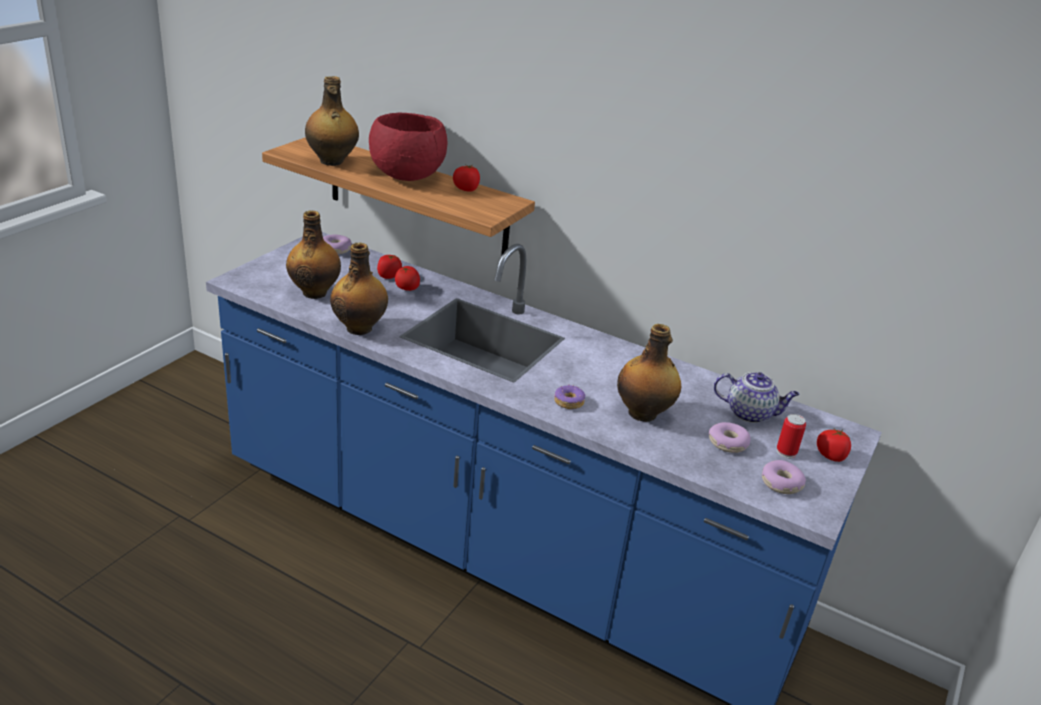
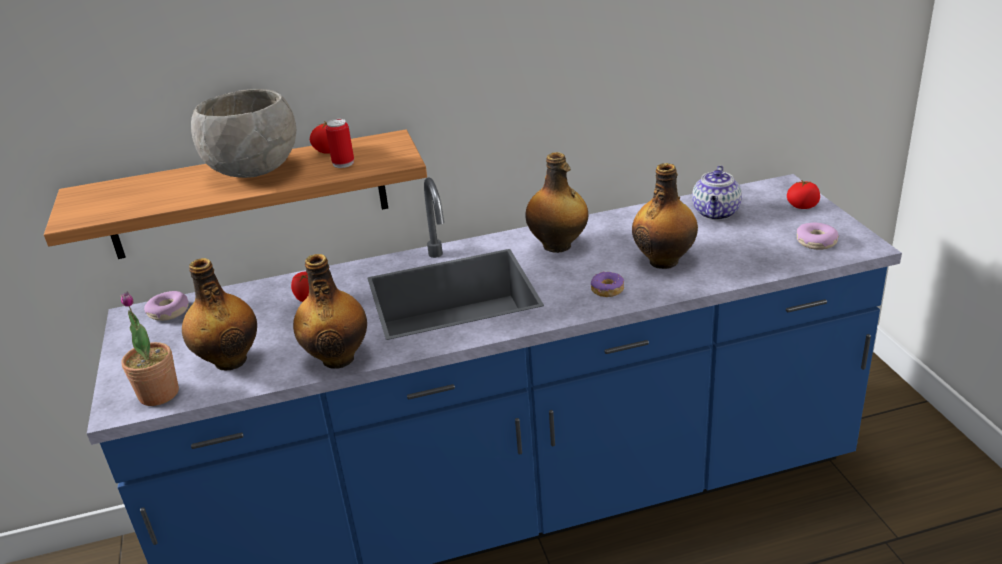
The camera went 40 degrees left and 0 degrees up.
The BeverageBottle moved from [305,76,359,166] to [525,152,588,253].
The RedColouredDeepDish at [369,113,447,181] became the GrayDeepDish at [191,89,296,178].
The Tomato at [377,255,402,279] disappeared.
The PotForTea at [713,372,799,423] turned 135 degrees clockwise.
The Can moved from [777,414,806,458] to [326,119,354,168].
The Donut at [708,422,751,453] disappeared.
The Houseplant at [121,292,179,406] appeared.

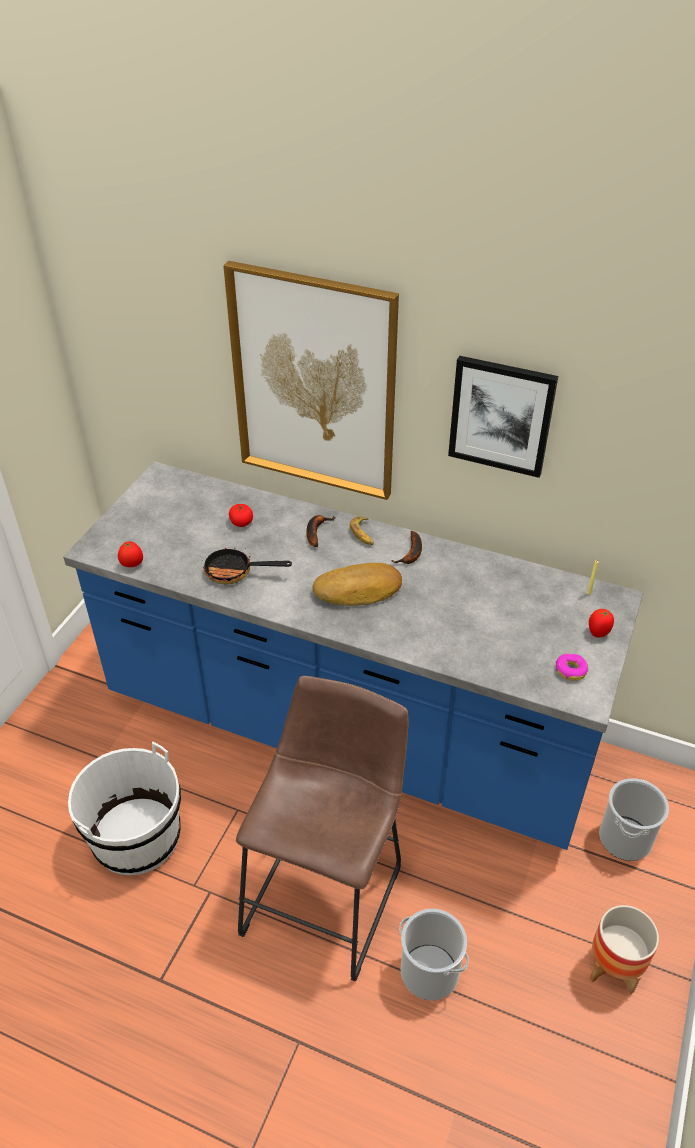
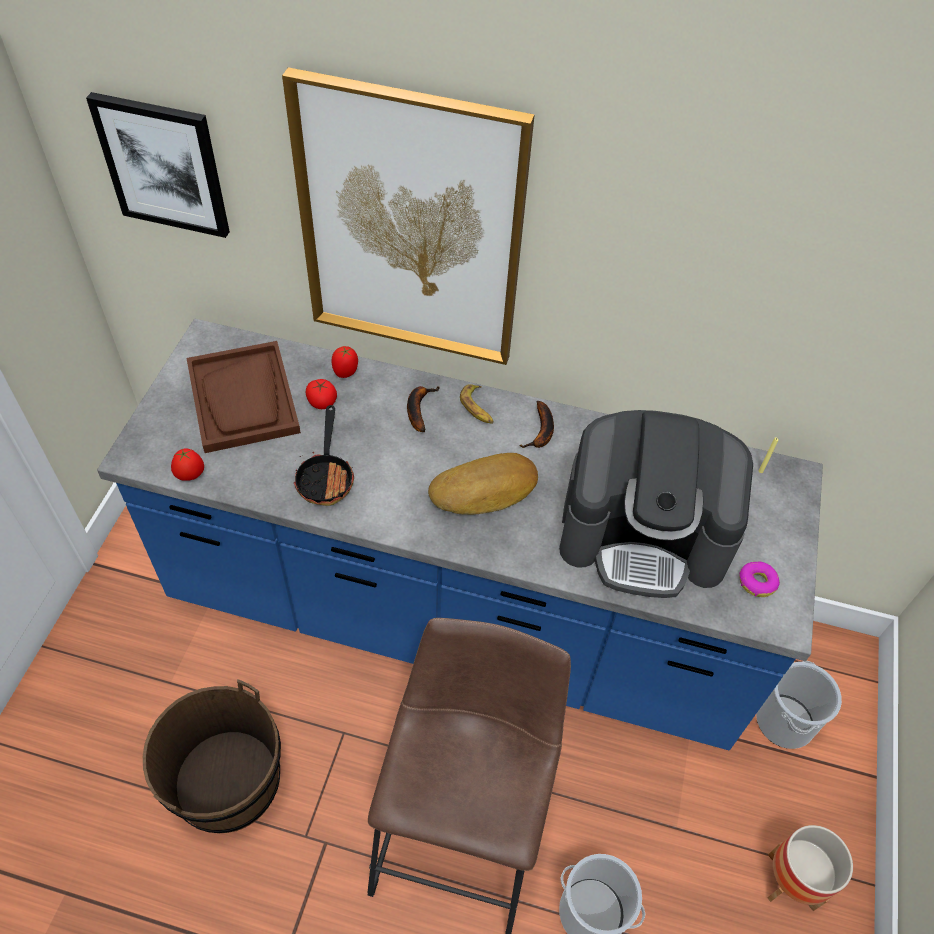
The camera went 10 degrees left and 10 degrees up.
The WallPicture moved from [448,356,558,478] to [86,92,230,238].
The FryingPan at [202,547,292,584] turned 90 degrees counterclockwise.
The Tomato moved from [589,609,614,637] to [331,346,358,378].
The WhiteWaterBucket at [68,741,181,875] became the BrownishWaterBucket at [143,679,281,833].
The BrownishTray at [187,341,301,453] appeared.
The CoffeeBrewer at [559,410,753,598] appeared.

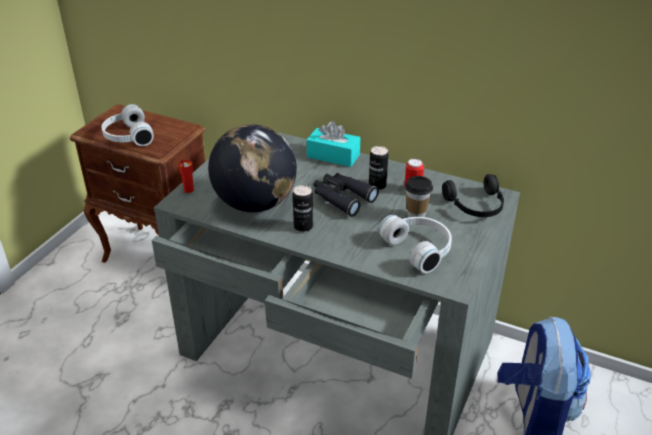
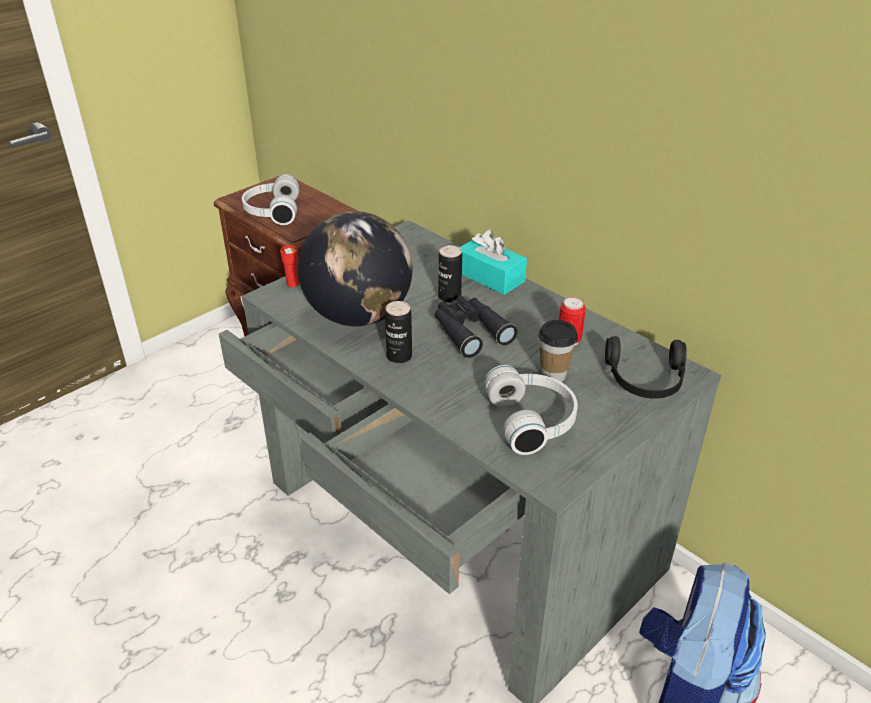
The camera went 20 degrees right and 0 degrees up.
The Can moved from [369,146,388,190] to [438,245,462,303].

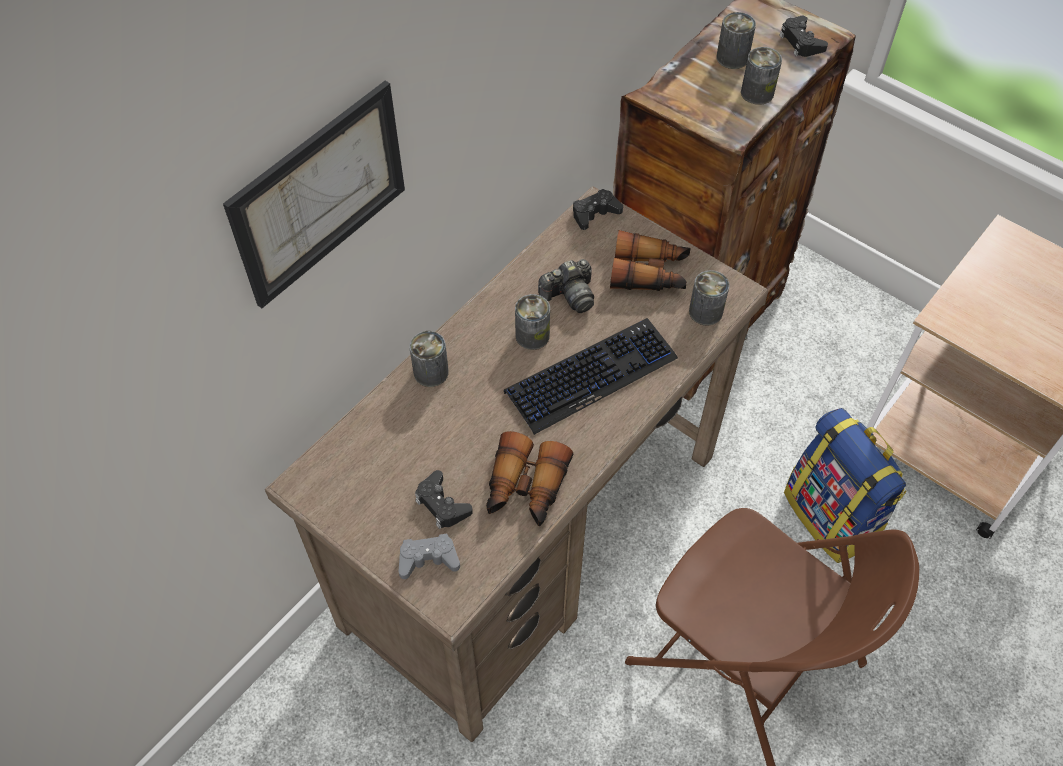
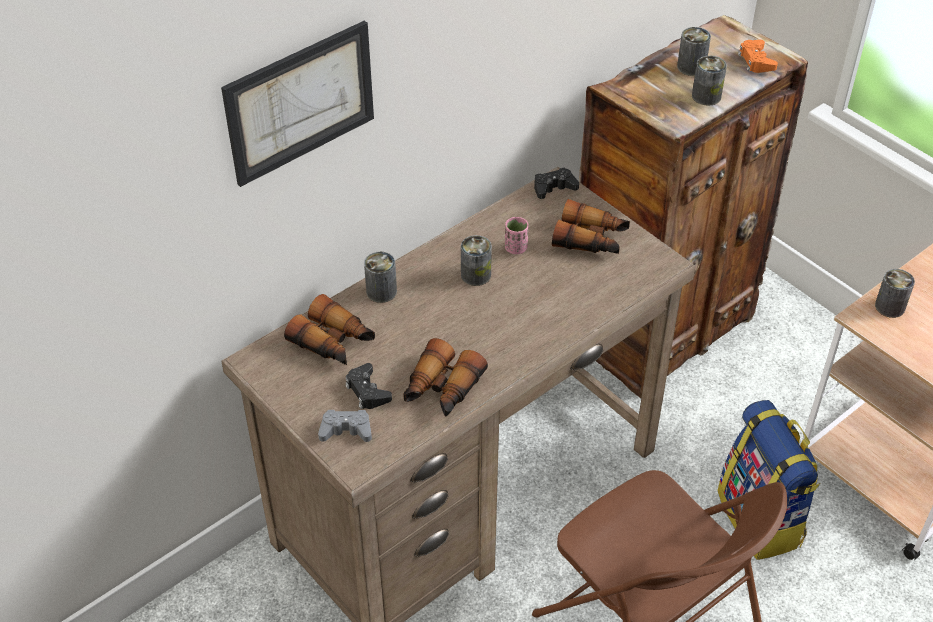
The camera went 10 degrees right and 10 degrees down.
The BlackGameController at [779,16,828,57] became the OrangeGameController at [738,40,778,73].
The StillCamera at [538,259,594,313] was replaced by the PinkColouredSmallCup at [505,217,528,254].
The Can moved from [689,270,729,326] to [875,269,915,318].
The Keyboard at [504,318,678,435] disappeared.
The PairOfBinoculars at [284,294,375,365] appeared.

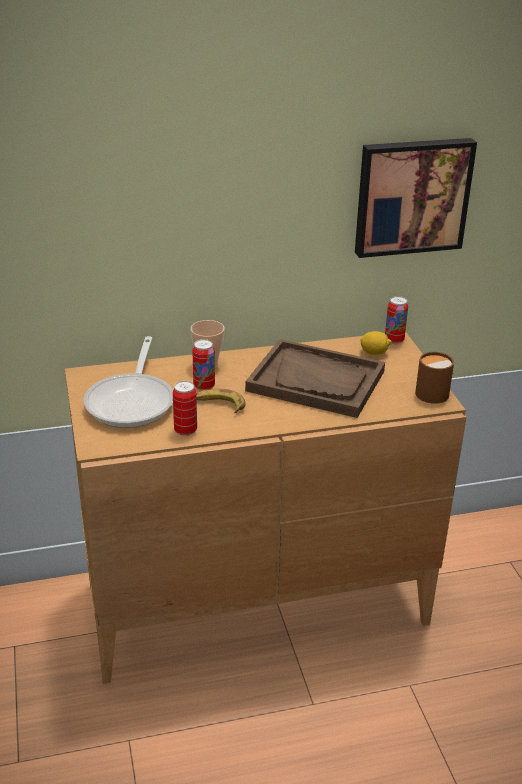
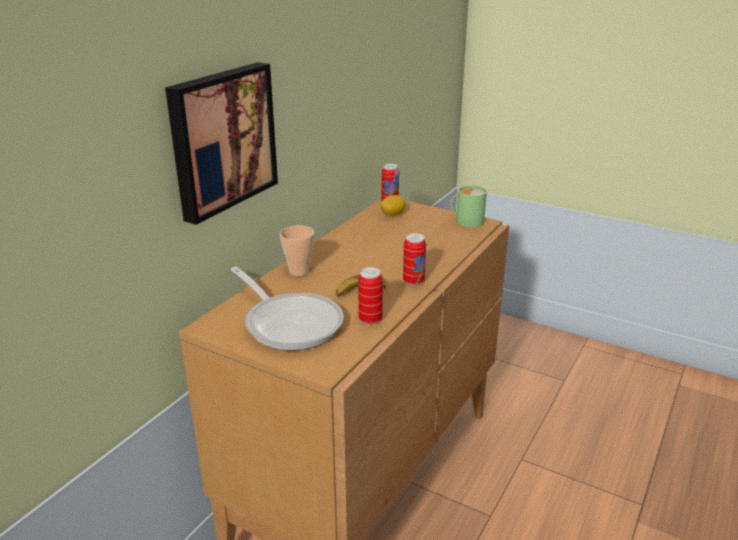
The camera went 45 degrees left and 5 degrees down.
The WallPicture moved from [355,138,477,258] to [165,62,278,225].
The Can moved from [192,339,215,391] to [403,233,426,286].
The BrownishTray at [245,339,385,418] disappeared.
The BrownishMug at [415,352,454,404] became the GreenishMug at [451,185,487,227].

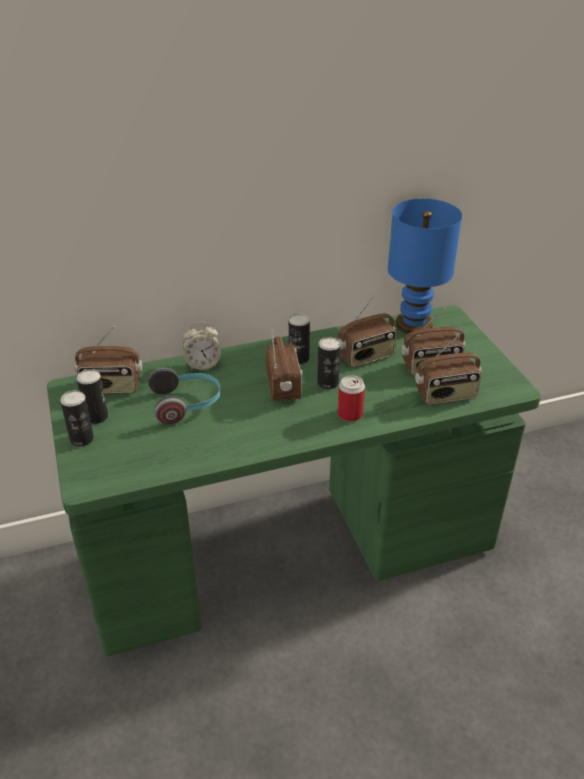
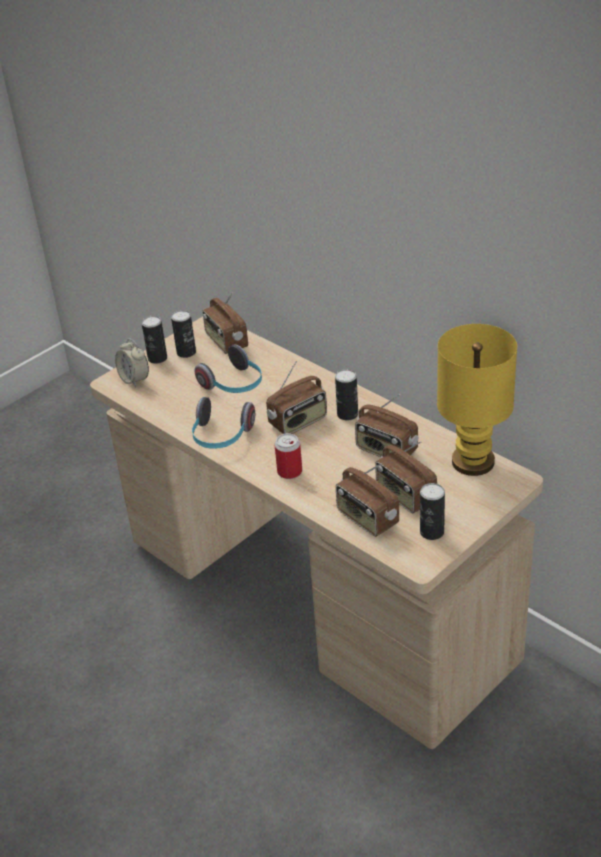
The camera went 65 degrees right and 0 degrees up.
The BlueTableLamp at [388,199,462,334] became the YellowTableLamp at [437,324,517,476].
The GreenishDeskUnit at [47,305,541,656] became the BeigeDeskUnit at [90,317,543,749].
The TableClock moved from [183,322,221,370] to [115,338,149,388].
The Can moved from [317,337,341,389] to [420,483,445,540].
The Headset at [192,397,255,449] appeared.

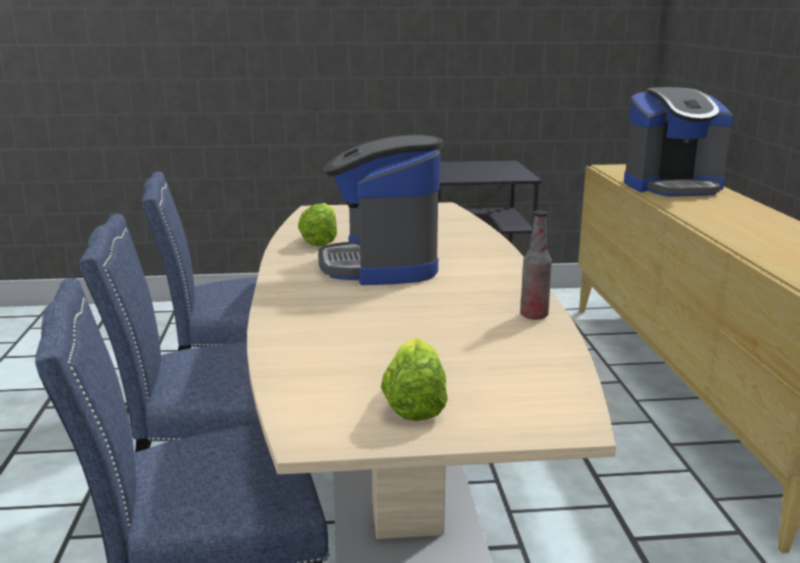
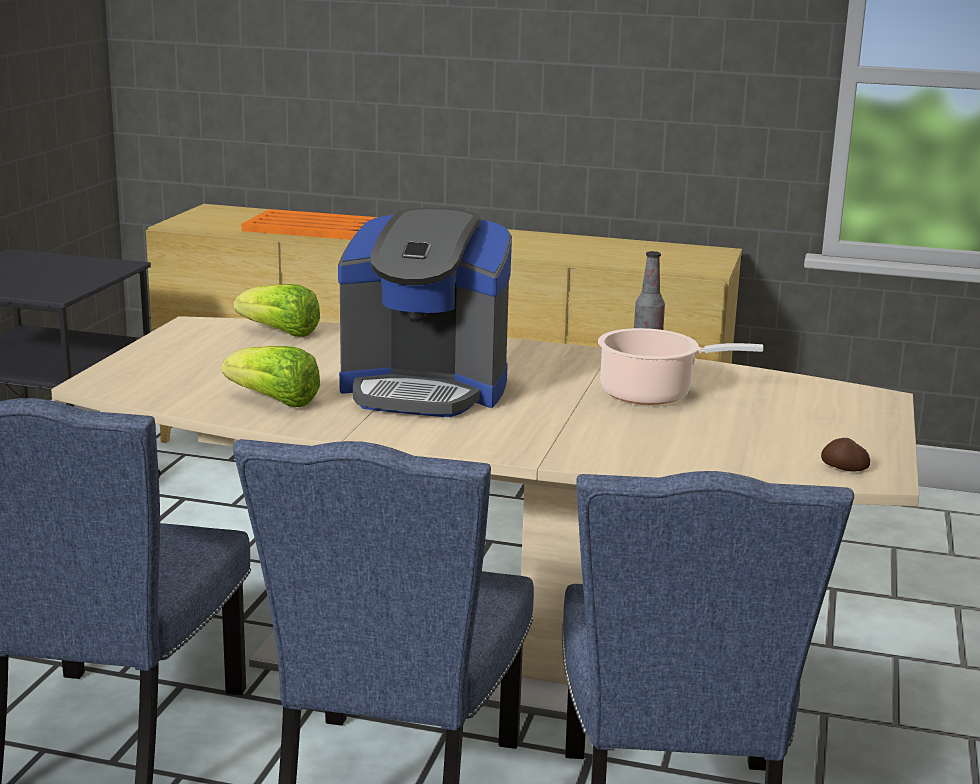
The camera went 70 degrees left and 0 degrees up.
The CoffeeBrewer at [624,87,733,197] was replaced by the OrangeTray at [242,209,378,240].
The HeadOfLettuce moved from [381,338,448,421] to [234,284,320,337].
The Saucepot at [598,328,763,405] appeared.
The Potato at [821,438,870,471] appeared.

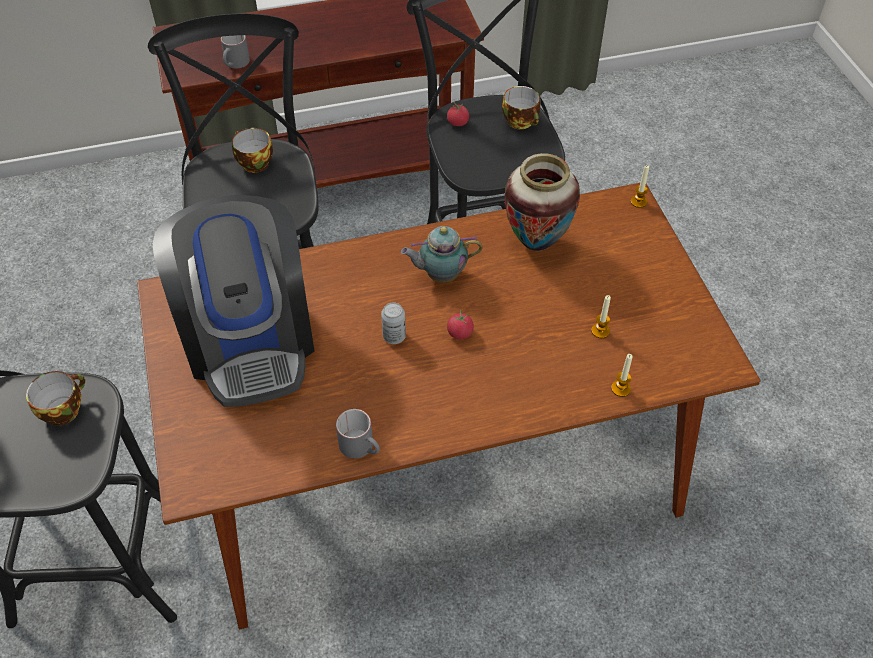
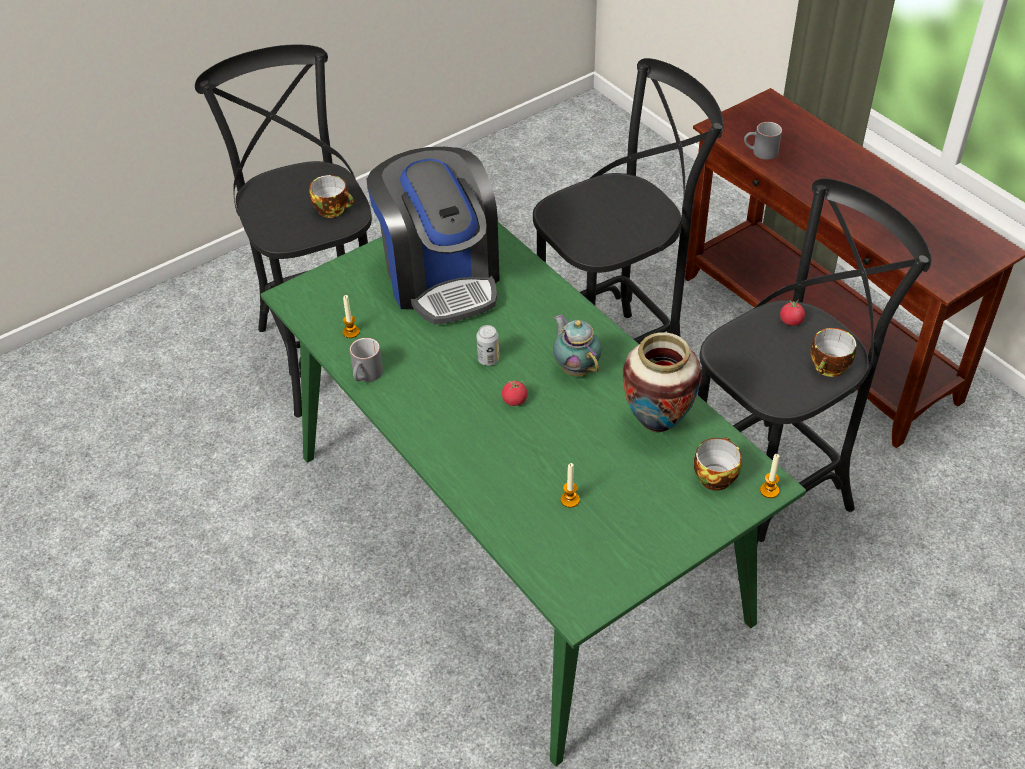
The camera went 70 degrees right and 5 degrees down.
The SmallCup moved from [232,128,273,173] to [694,437,742,491].
The BrownishDinnerTable at [137,183,761,630] became the GreenishDinnerTable at [261,222,806,767].
The CoffeeBrewer at [153,195,315,407] turned 75 degrees counterclockwise.
The Candle moved from [611,354,632,397] to [343,295,360,338].

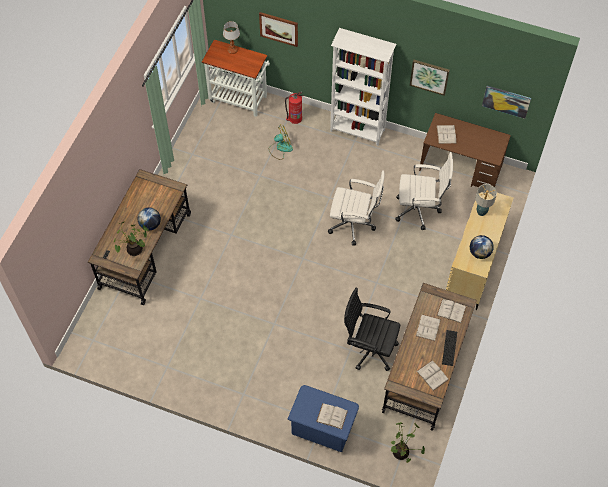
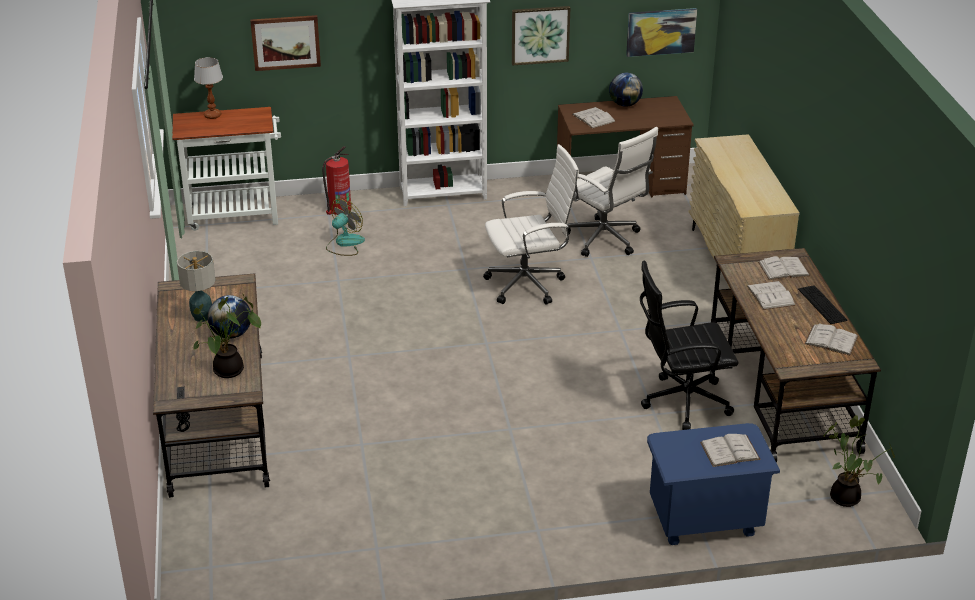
The camera went 30 degrees left and 25 degrees down.
The WhiteOfficeChair at [395,152,453,230] turned 75 degrees clockwise.
The TableLamp moved from [475,184,497,216] to [177,251,216,322].
The WorldGlobe moved from [470,235,494,259] to [609,73,643,107].

